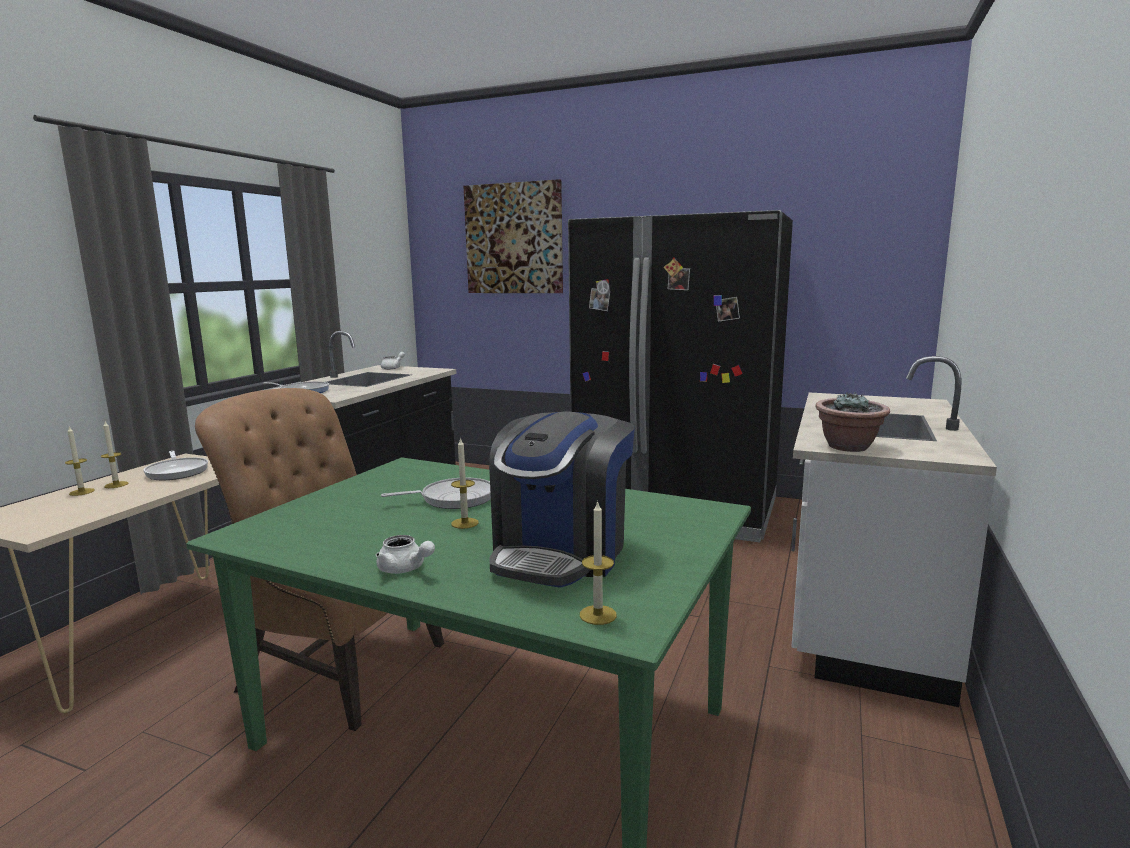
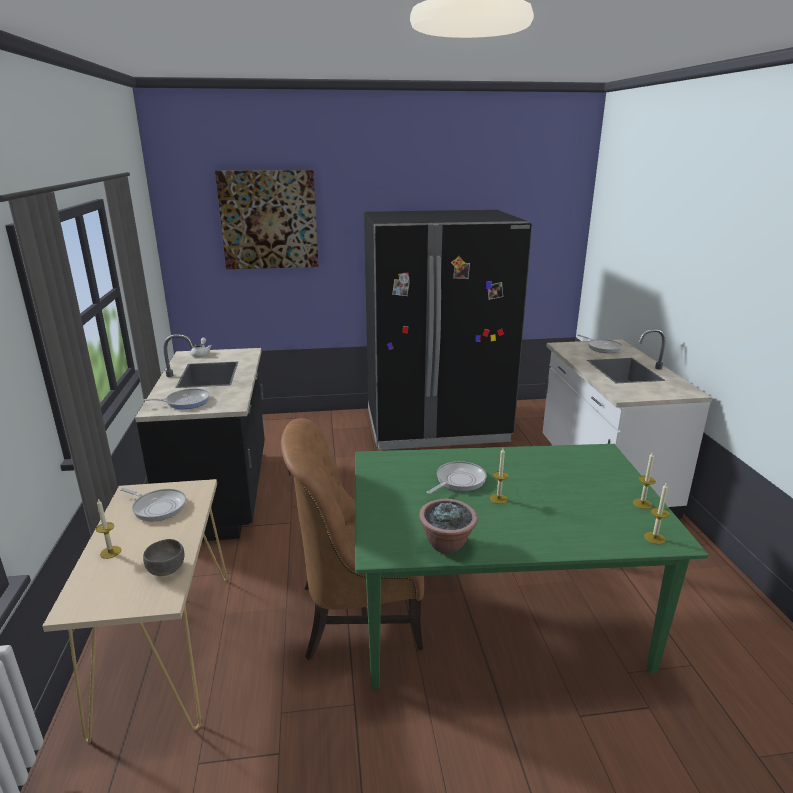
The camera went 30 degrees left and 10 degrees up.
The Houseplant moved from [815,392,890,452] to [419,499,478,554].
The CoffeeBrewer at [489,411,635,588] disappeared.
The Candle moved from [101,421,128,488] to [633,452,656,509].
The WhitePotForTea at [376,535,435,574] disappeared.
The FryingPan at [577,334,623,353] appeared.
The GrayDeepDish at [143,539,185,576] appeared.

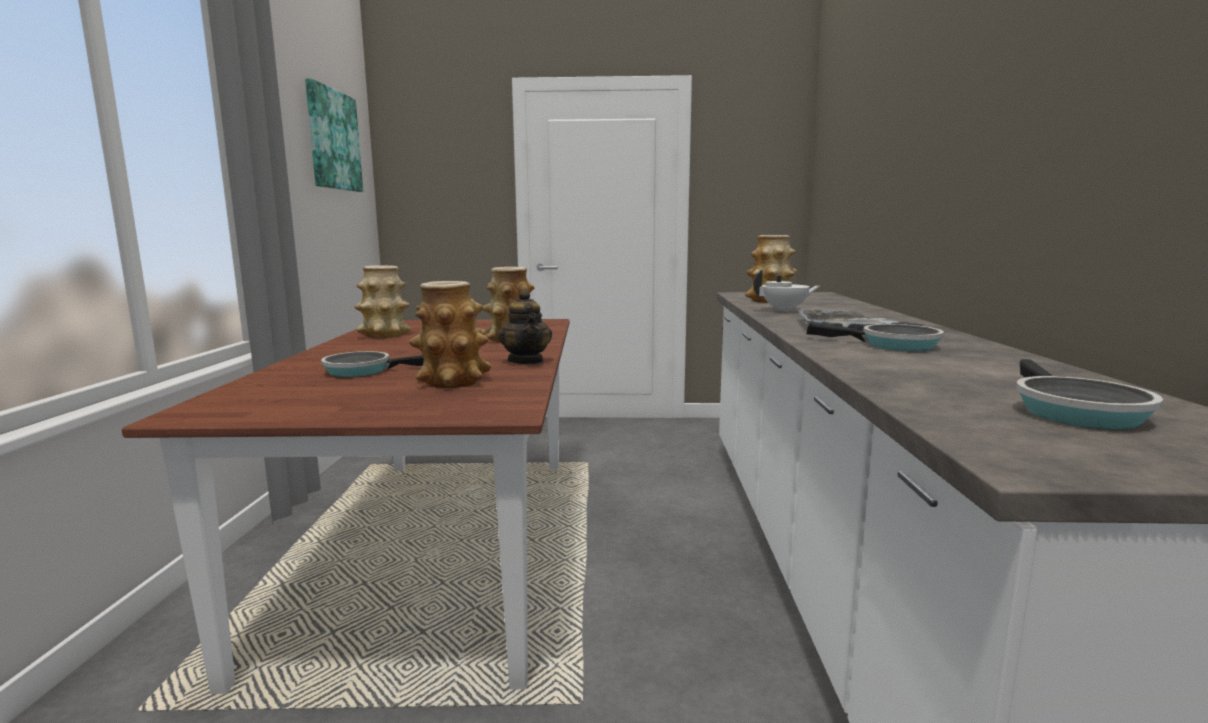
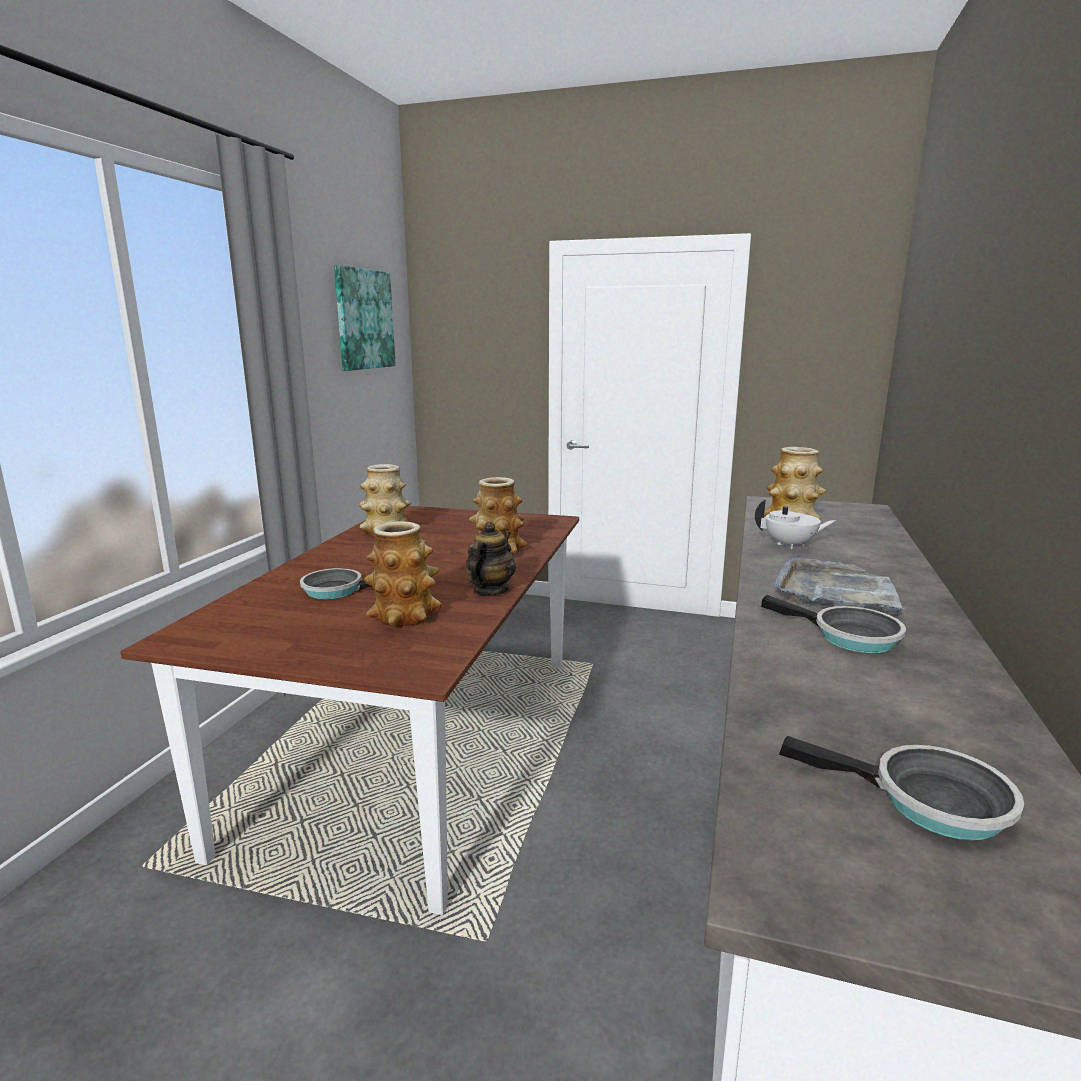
The camera went 15 degrees right and 5 degrees up.
The PotForTea at [498,290,552,364] turned 150 degrees counterclockwise.
The FryingPan at [1016,359,1163,429] turned 90 degrees counterclockwise.

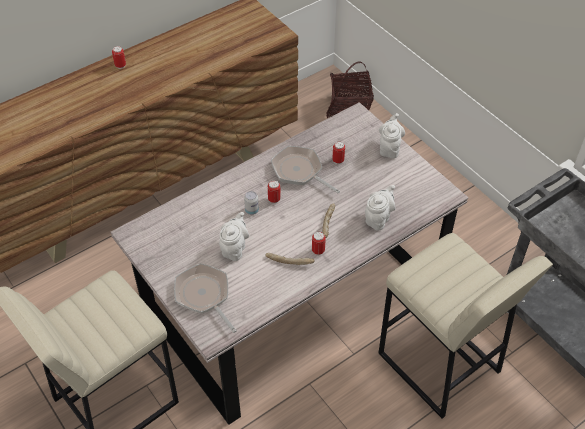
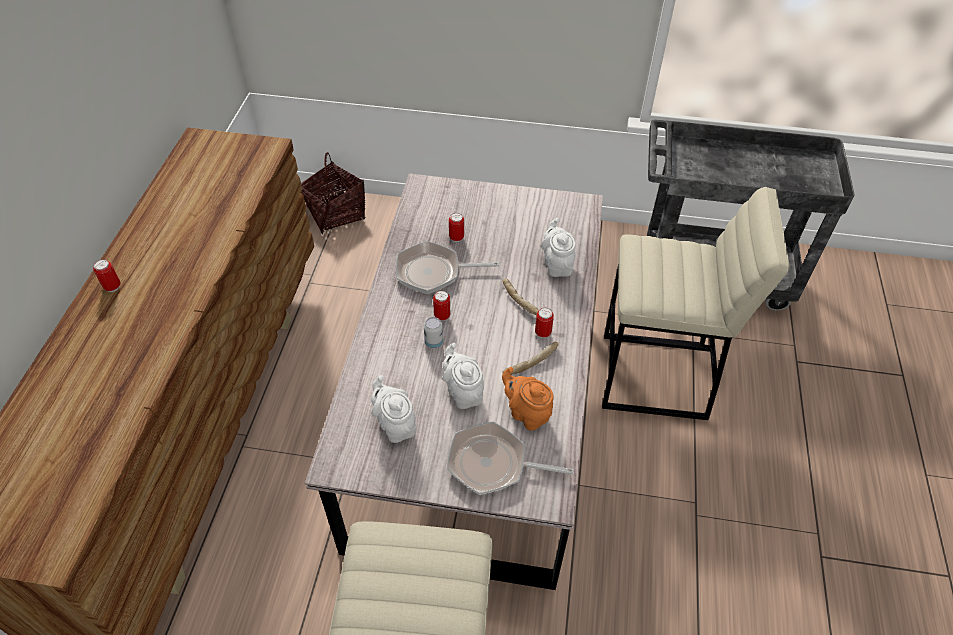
The camera went 45 degrees left and 0 degrees up.
The WhitePotForTea moved from [379,113,405,158] to [371,375,416,443].
The OrangePotForTea at [502,367,554,431] appeared.

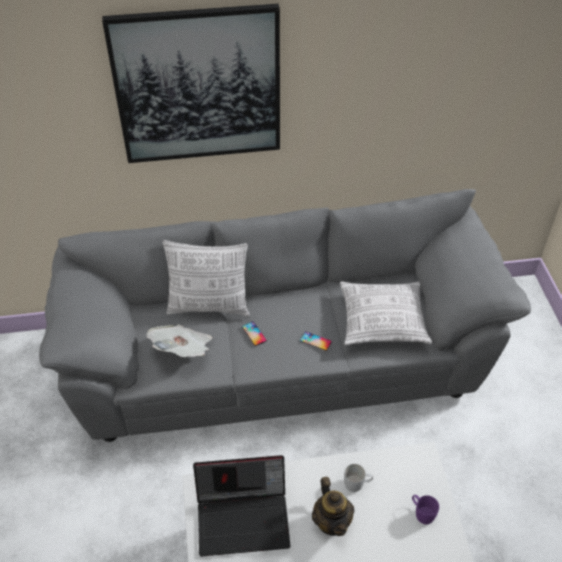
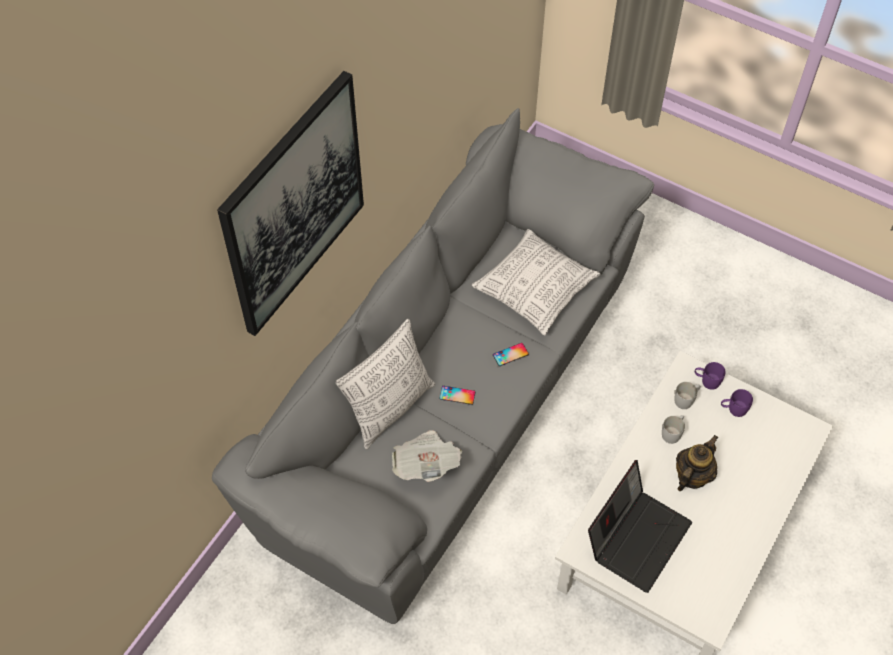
The camera went 50 degrees left and 10 degrees up.
The PotForTea at [312,477,354,536] turned 75 degrees counterclockwise.
The PurplishMug at [695,362,726,390] appeared.
The WhiteMug at [675,382,701,409] appeared.

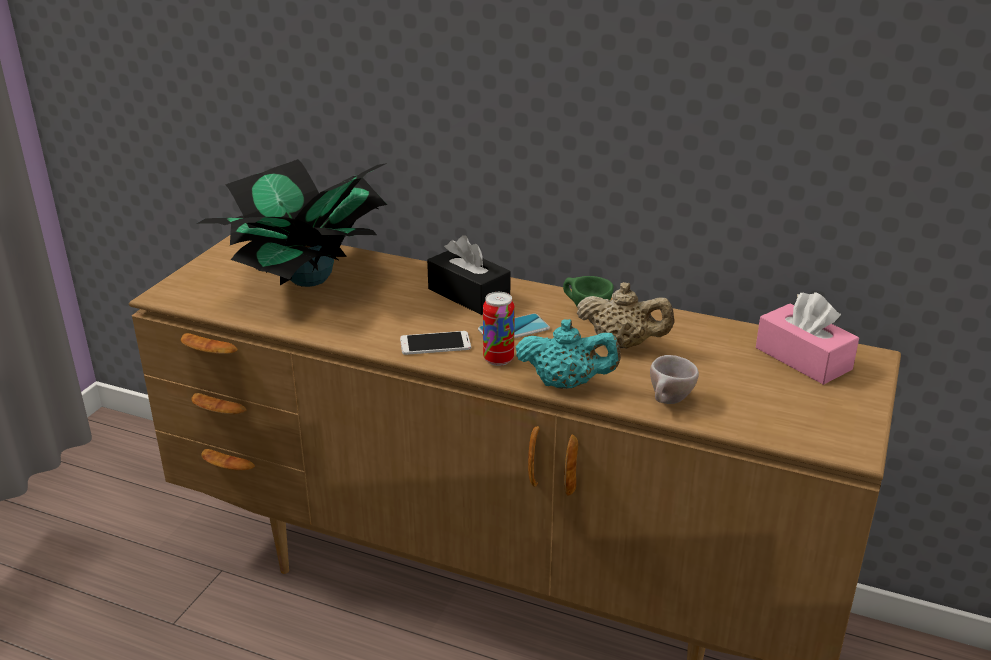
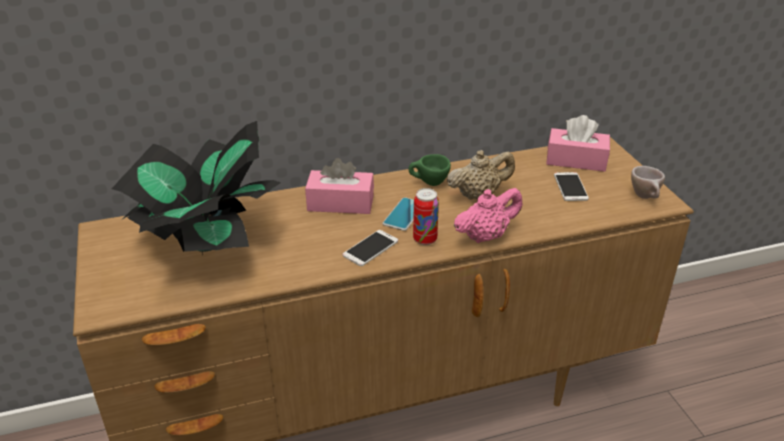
The camera went 40 degrees left and 5 degrees up.
The BlackBoxOfTissues at [427,235,511,315] became the PinkColouredBoxOfTissues at [305,158,374,214].
The BlueGreenPotForTea at [516,319,621,389] became the PinkColouredPotForTea at [454,188,522,243].
The BeigeSmallCup moved from [650,355,699,404] to [631,166,665,199].
The Phone at [554,172,589,201] appeared.

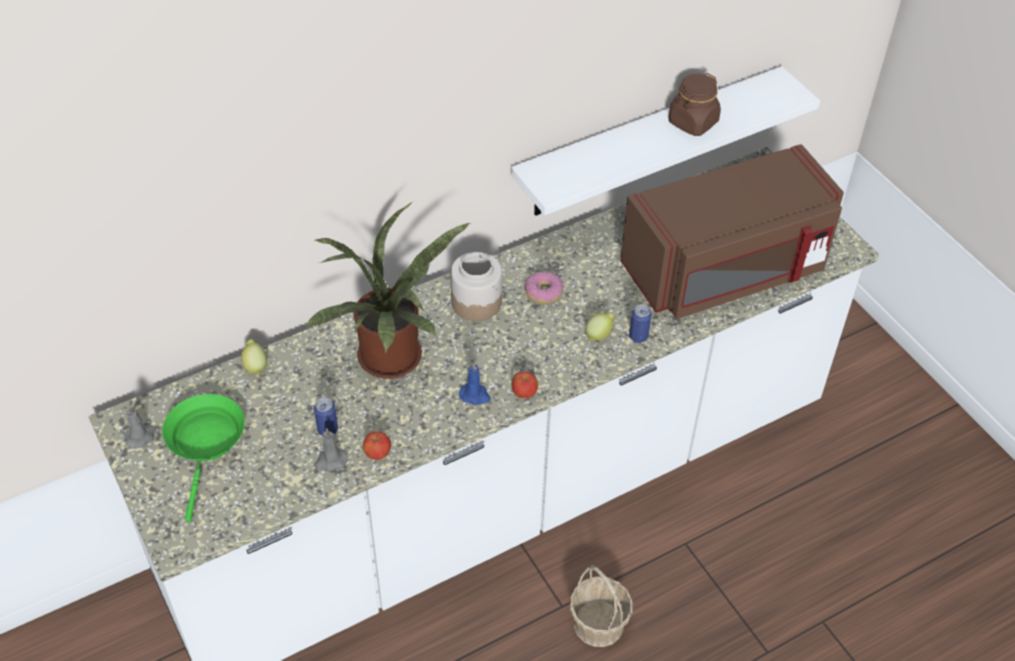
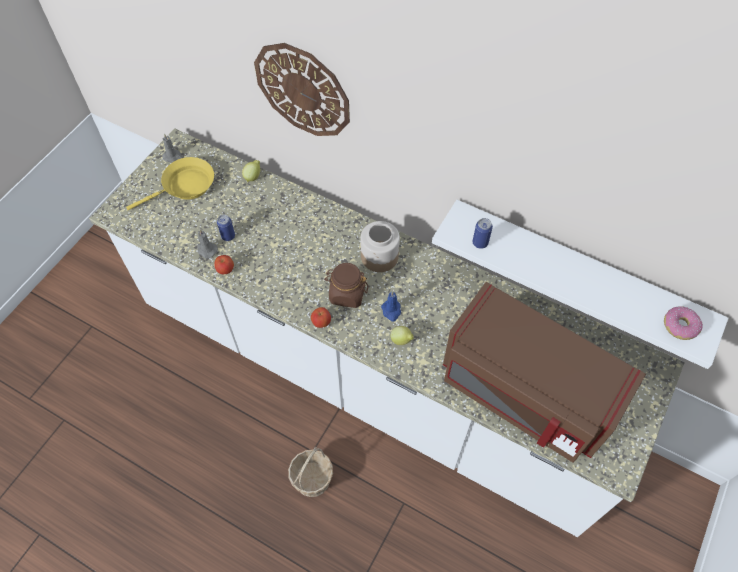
The camera went 60 degrees right and 10 degrees up.
The BrownishJar moved from [668,73,721,136] to [324,263,369,308].
The Houseplant at [304,202,470,379] disappeared.
The Donut moved from [525,271,564,304] to [664,306,703,340].
The Can moved from [629,304,652,343] to [472,218,493,249].
The BlueCandle moved from [459,362,490,405] to [381,291,401,322].
The GreenishFryingPan at [162,394,245,522] became the YellowFryingPan at [126,157,214,210].
The ClockOnTheWall at [254,43,350,136] appeared.

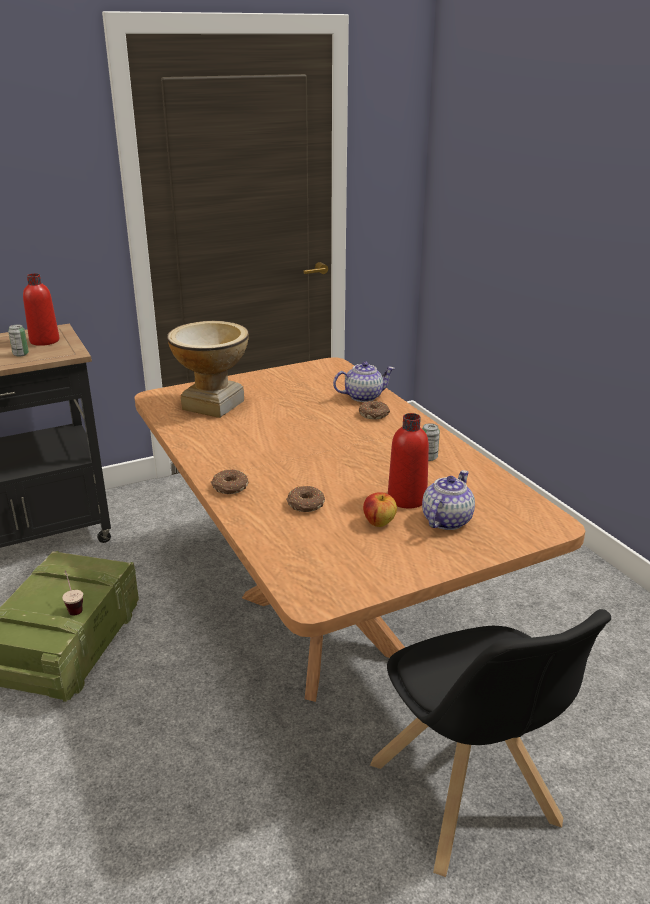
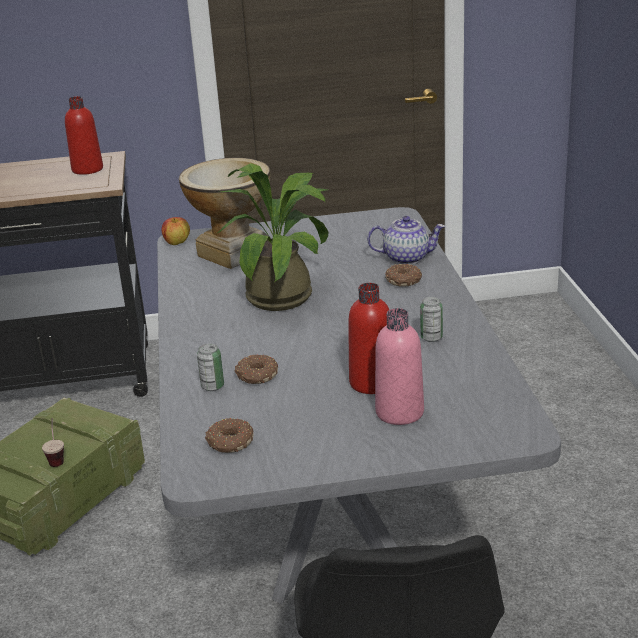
The camera went 20 degrees right and 0 degrees up.
The Can moved from [8,325,29,356] to [197,344,224,391].
The BrownishDinnerTable at [134,357,585,702] became the GrayDinnerTable at [157,207,561,604].
The Donut moved from [211,469,248,494] to [205,418,254,453].
The PotForTea at [422,470,475,530] was replaced by the PinkColouredBeverageBottle at [375,308,424,425].
The AppleFruit moved from [363,492,397,527] to [162,217,190,245].
The Houseplant at [218,163,329,311] appeared.

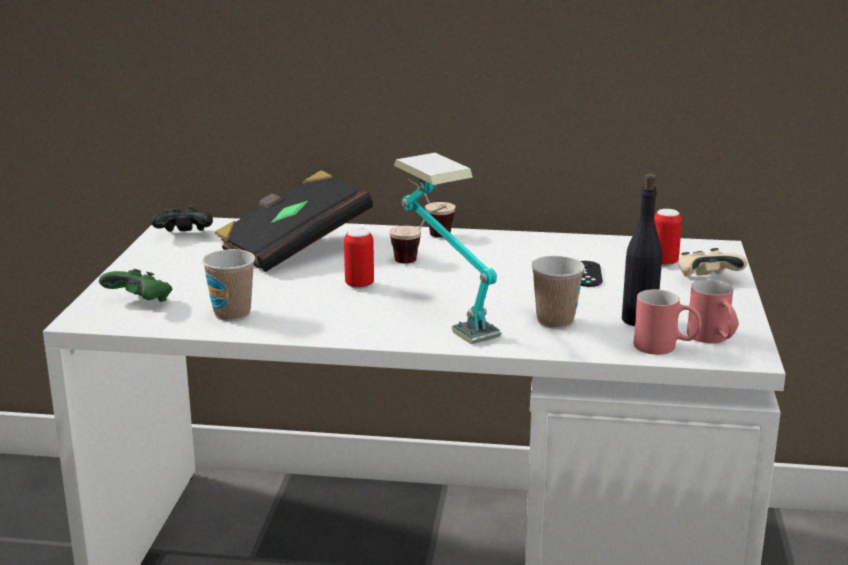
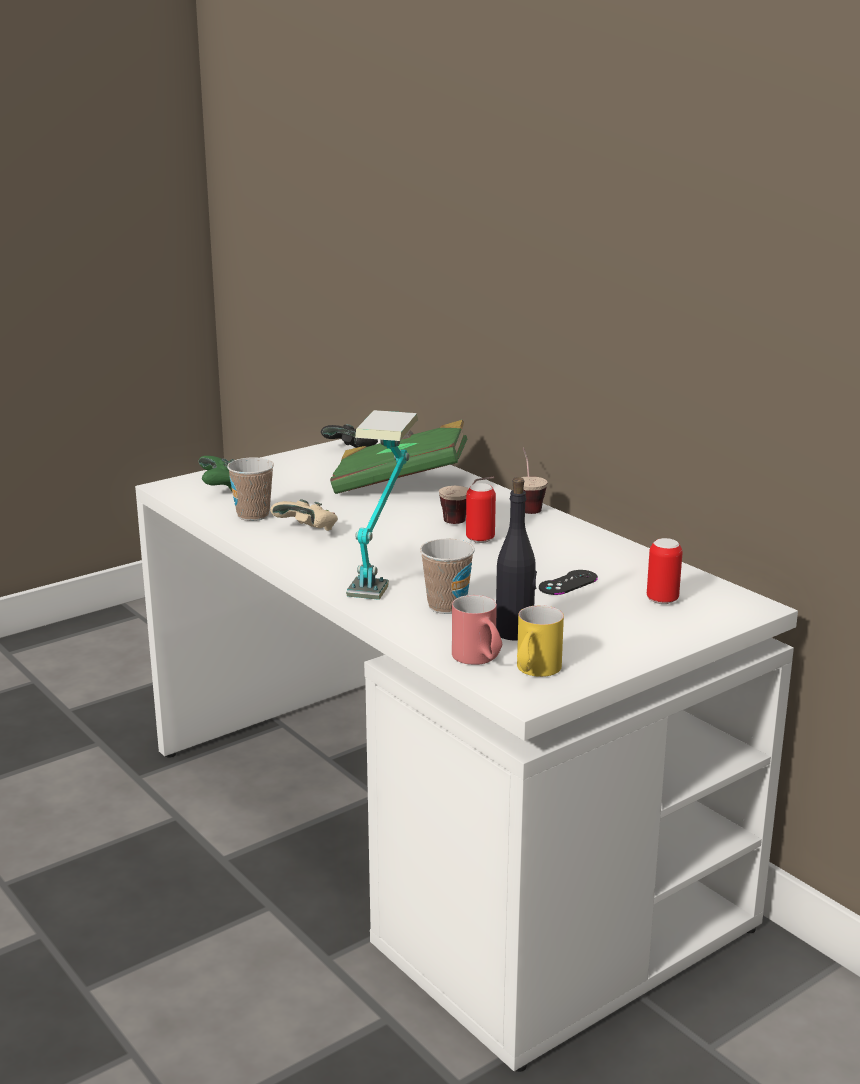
The camera went 45 degrees right and 0 degrees up.
The BlackBook at [215,170,373,272] became the GreenishBook at [330,420,467,494].
The Can moved from [344,228,374,289] to [466,483,496,543].
The BeigeGameController moved from [678,248,747,277] to [270,499,338,531].
The RedColouredMug at [687,279,739,343] became the YellowMug at [517,605,564,677].

